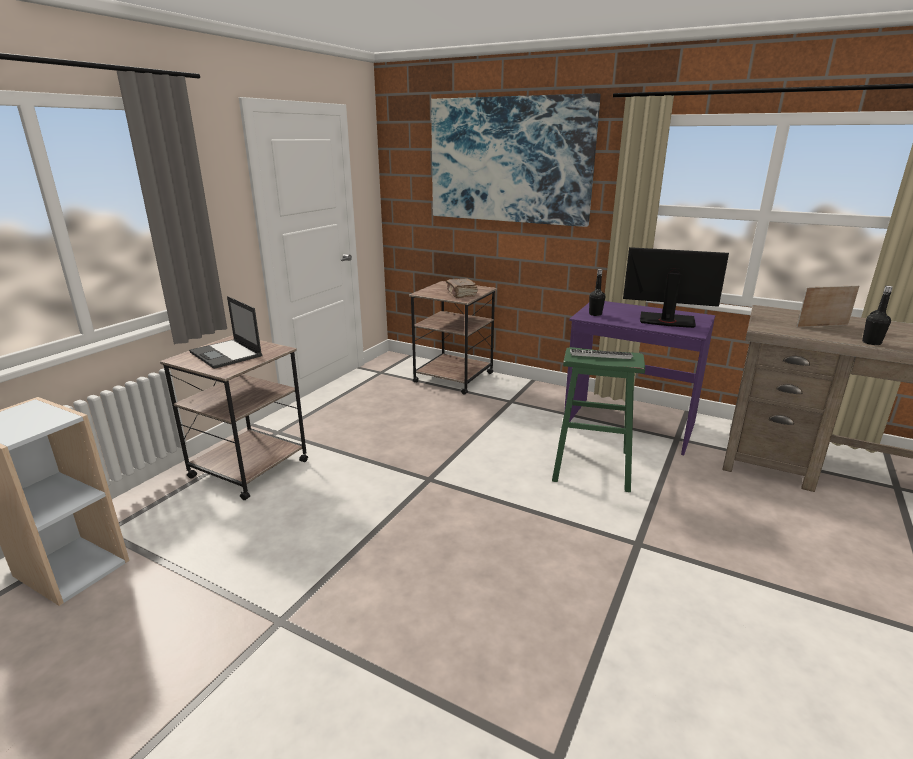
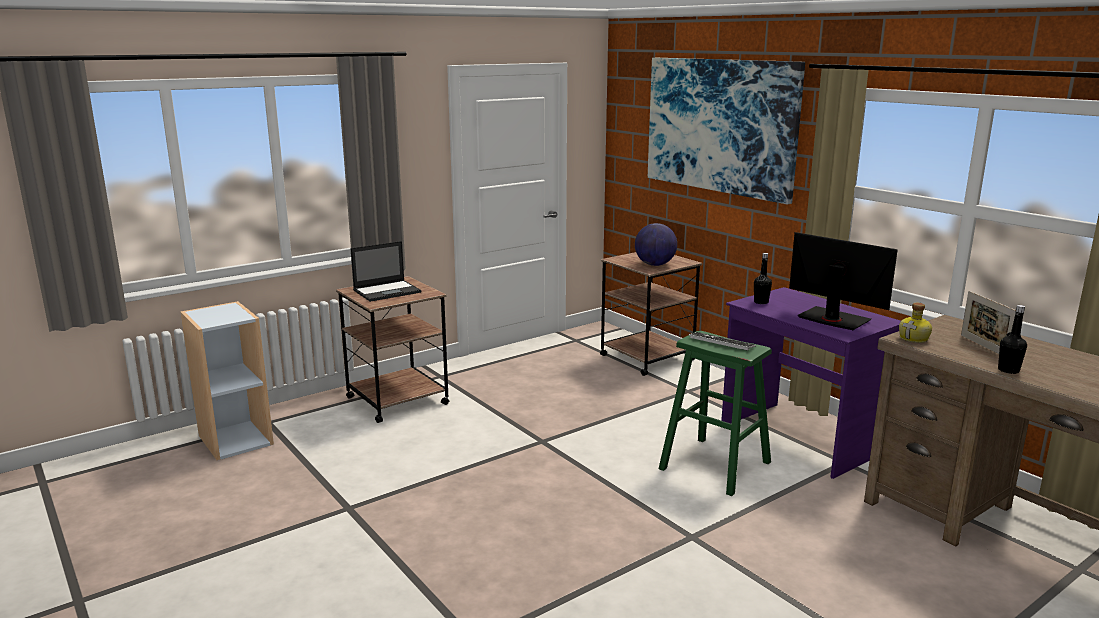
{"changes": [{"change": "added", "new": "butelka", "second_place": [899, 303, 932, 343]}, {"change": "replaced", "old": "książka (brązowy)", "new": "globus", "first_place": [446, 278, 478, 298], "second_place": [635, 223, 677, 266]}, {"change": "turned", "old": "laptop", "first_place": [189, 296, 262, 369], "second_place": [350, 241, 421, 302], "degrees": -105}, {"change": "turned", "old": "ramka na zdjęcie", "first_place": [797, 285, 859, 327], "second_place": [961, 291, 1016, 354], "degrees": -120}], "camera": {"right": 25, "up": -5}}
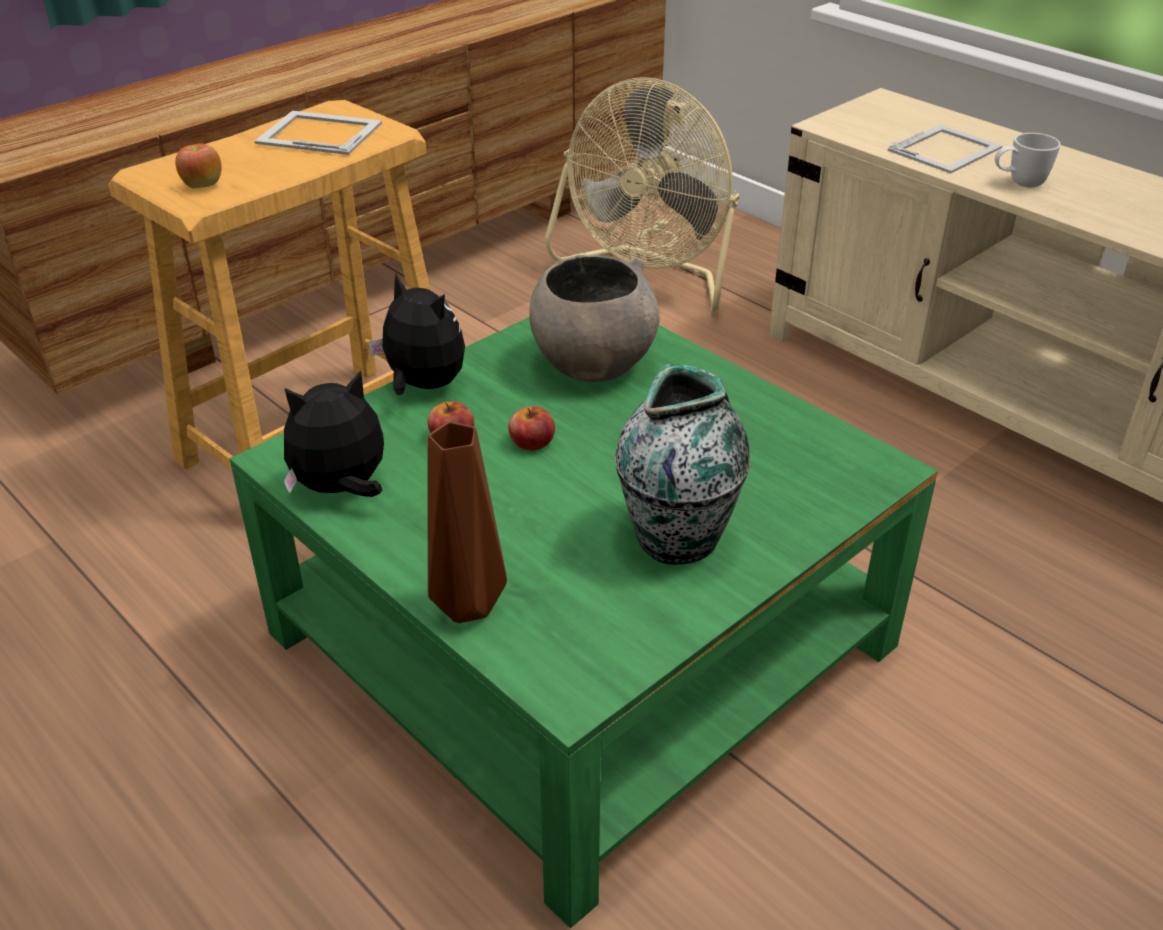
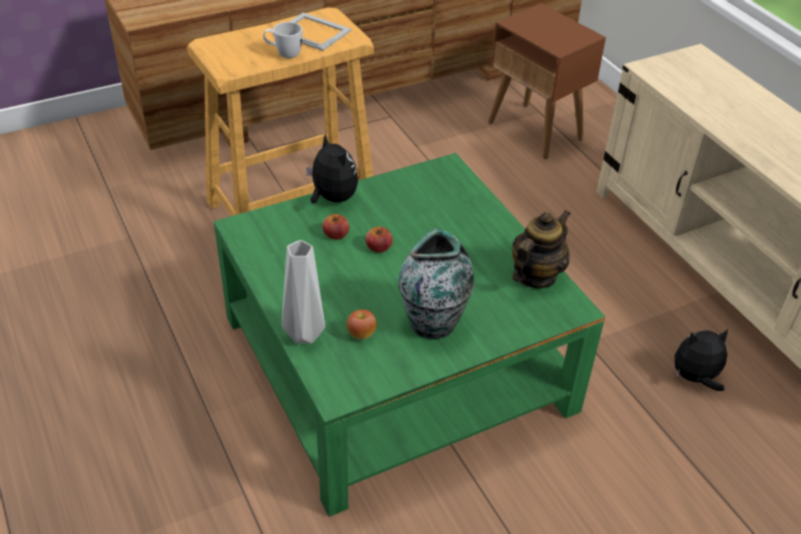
{"changes": [{"change": "removed", "old": "miska (szary)", "first_place": [529, 255, 660, 382]}, {"change": "removed", "old": "ramka na zdjęcie", "first_place": [888, 125, 1002, 174]}, {"change": "added", "new": "imbryk", "second_place": [512, 210, 571, 288]}, {"change": "moved", "old": "jabłko", "first_place": [175, 144, 222, 189], "second_place": [347, 309, 377, 340]}, {"change": "moved", "old": "pluszak", "first_place": [283, 370, 384, 497], "second_place": [674, 329, 728, 391]}, {"change": "moved", "old": "kubek (biały)", "first_place": [995, 133, 1061, 187], "second_place": [263, 22, 302, 58]}, {"change": "replaced", "old": "wentylator (beżowy)", "new": "stolik (brązowy)", "first_place": [545, 78, 740, 318], "second_place": [488, 3, 606, 159]}, {"change": "recoloured", "old": "wazon (brązowy)", "new": "wazon (szary)", "first_place": [428, 422, 507, 623], "second_place": [282, 240, 325, 344]}], "camera": {"right": 15, "up": 5}}
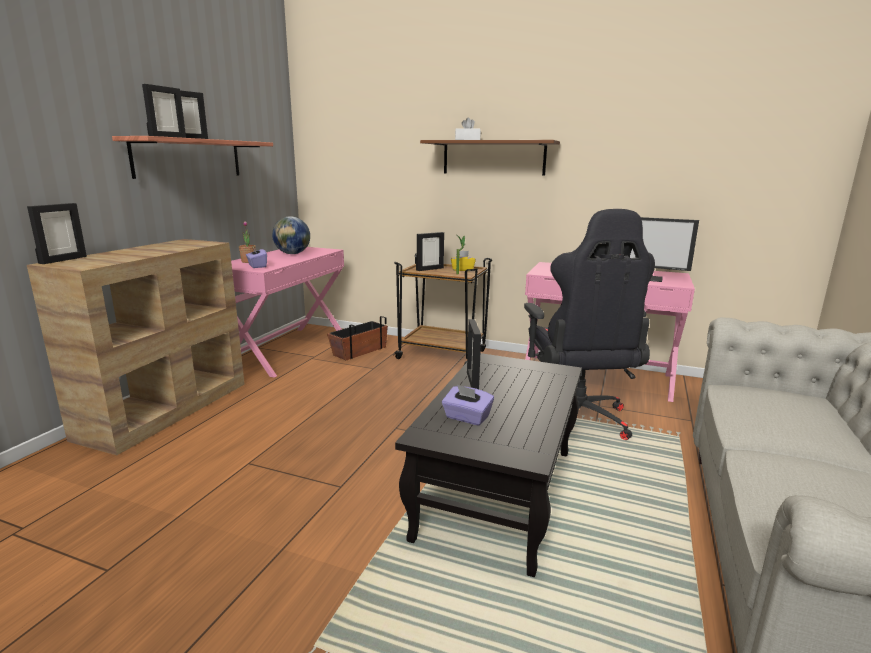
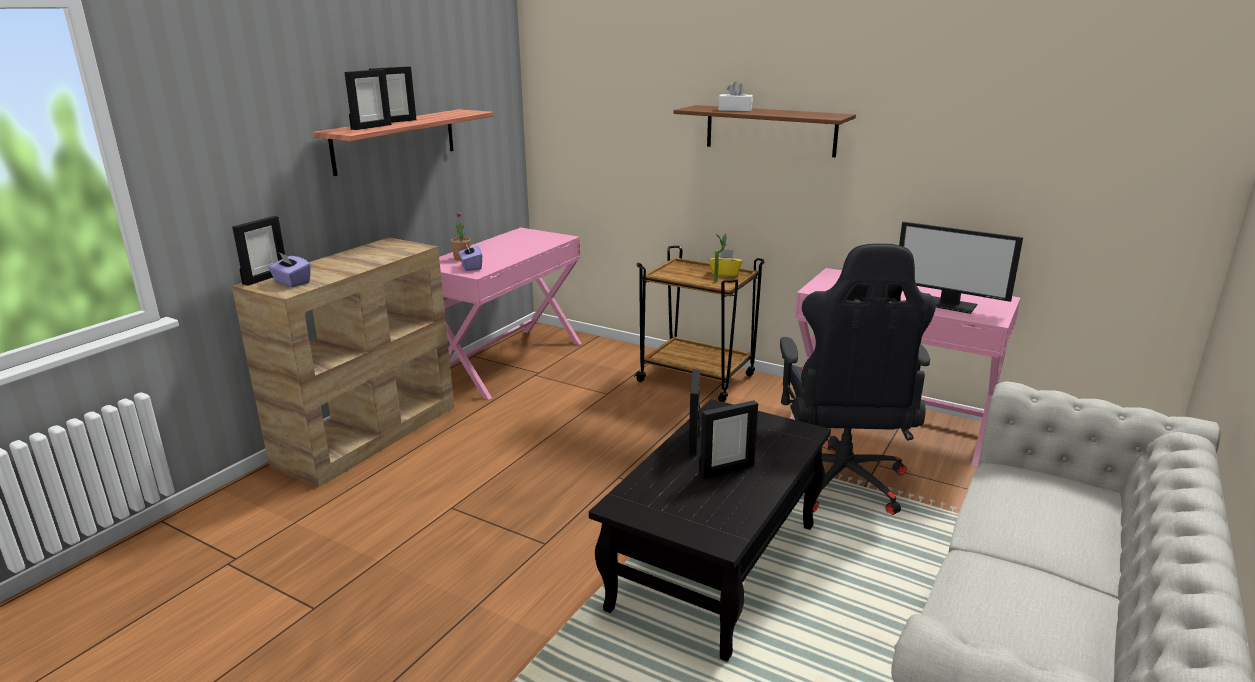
{"changes": [{"change": "removed", "old": "globus", "first_place": [272, 216, 310, 254]}, {"change": "removed", "old": "donica", "first_place": [327, 316, 388, 360]}, {"change": "moved", "old": "ramka na zdjęcie", "first_place": [416, 232, 444, 271], "second_place": [699, 400, 758, 478]}, {"change": "moved", "old": "pudełko chusteczek (fioletowy)", "first_place": [442, 385, 494, 426], "second_place": [268, 252, 311, 287]}], "camera": {"right": 10, "up": 5}}
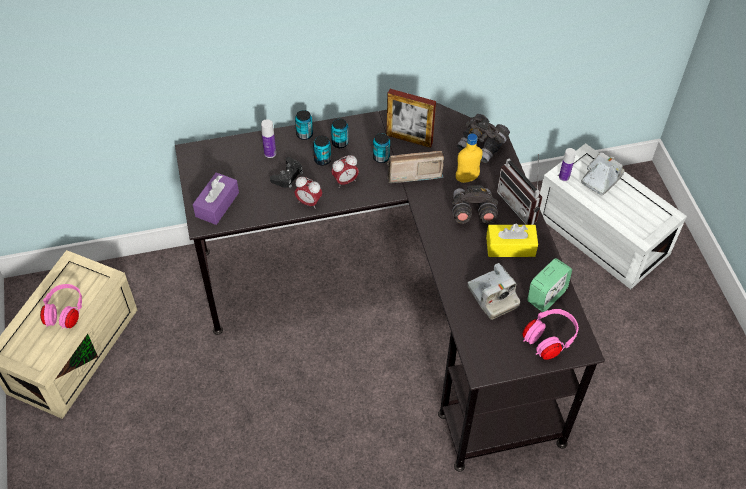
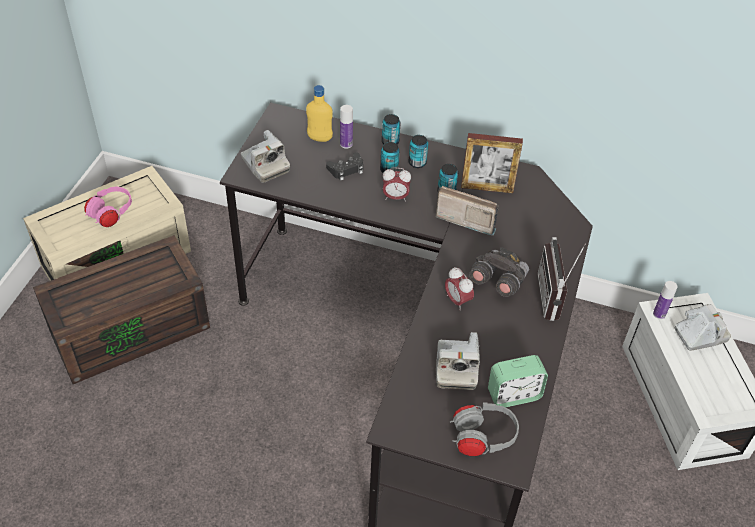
{"changes": [{"change": "removed", "old": "lornetka (szary)", "first_place": [457, 114, 510, 163]}, {"change": "removed", "old": "pudełko chusteczek (żółty)", "first_place": [486, 224, 538, 257]}, {"change": "added", "new": "pojemnik do przechowywania (brązowy)", "second_place": [33, 235, 210, 384]}, {"change": "moved", "old": "budzik", "first_place": [294, 177, 322, 209], "second_place": [445, 267, 474, 310]}, {"change": "moved", "old": "butelka (żółty)", "first_place": [456, 133, 483, 183], "second_place": [306, 85, 333, 142]}, {"change": "replaced", "old": "pudełko chusteczek (fioletowy)", "new": "aparat fotograficzny", "first_place": [193, 172, 239, 225], "second_place": [241, 130, 290, 183]}, {"change": "recoloured", "old": "słuchawki (różowy)", "new": "słuchawki (szary)", "first_place": [522, 309, 579, 360], "second_place": [450, 402, 519, 456]}, {"change": "turned", "old": "ramka na zdjęcie", "first_place": [386, 89, 436, 148], "second_place": [461, 133, 523, 194], "degrees": -45}], "camera": {"right": 30, "up": -5}}
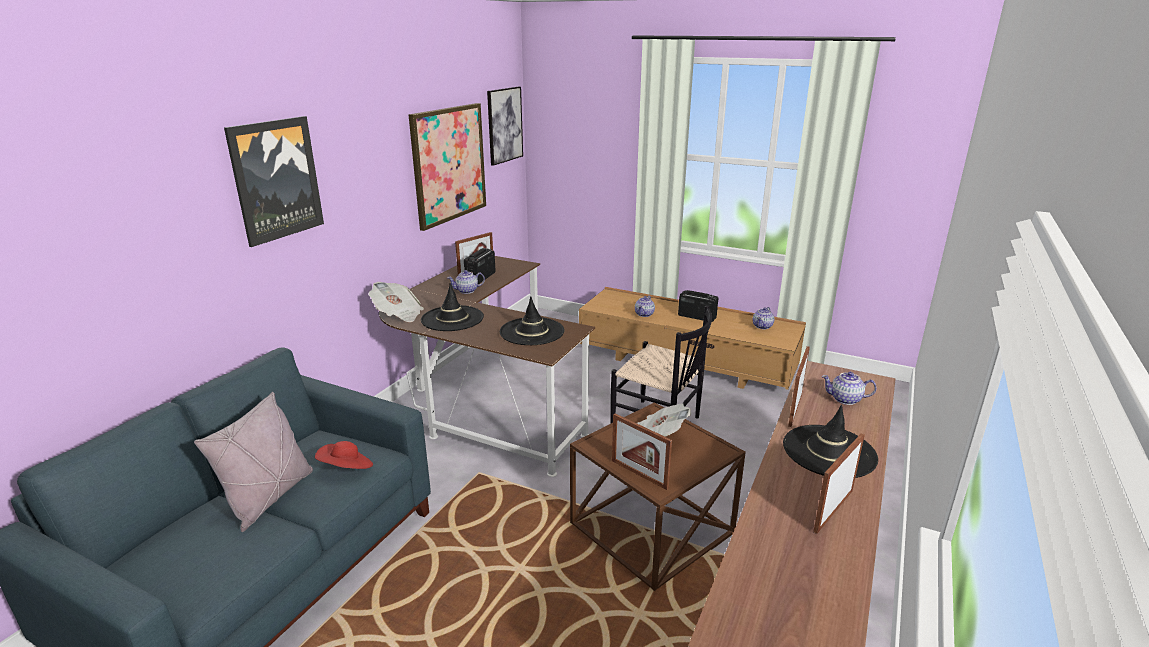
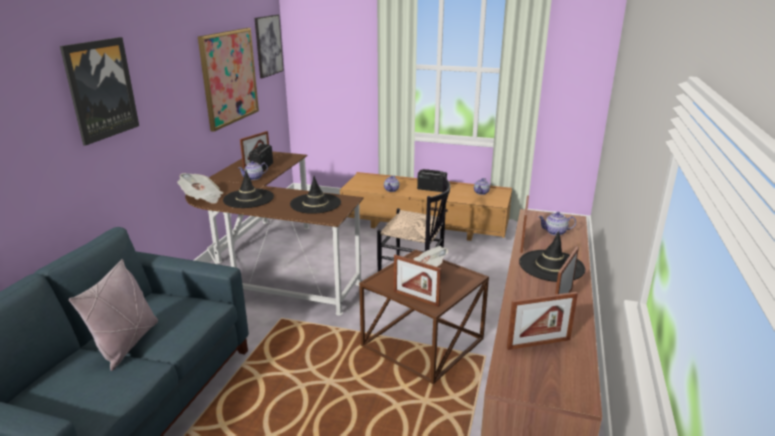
{"changes": [{"change": "removed", "old": "kapelusz (czerwony)", "first_place": [315, 441, 373, 469]}, {"change": "added", "new": "ramka na zdjęcie", "second_place": [507, 292, 578, 350]}], "camera": {"right": -10, "up": 0}}
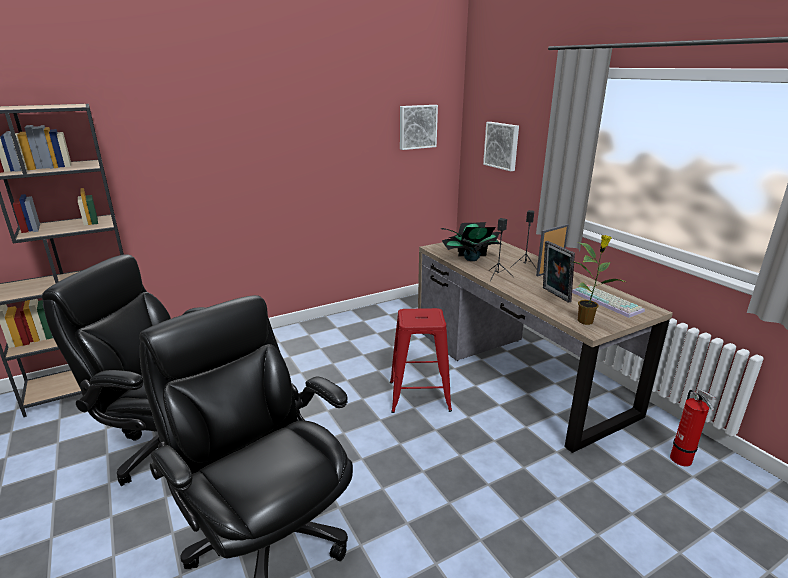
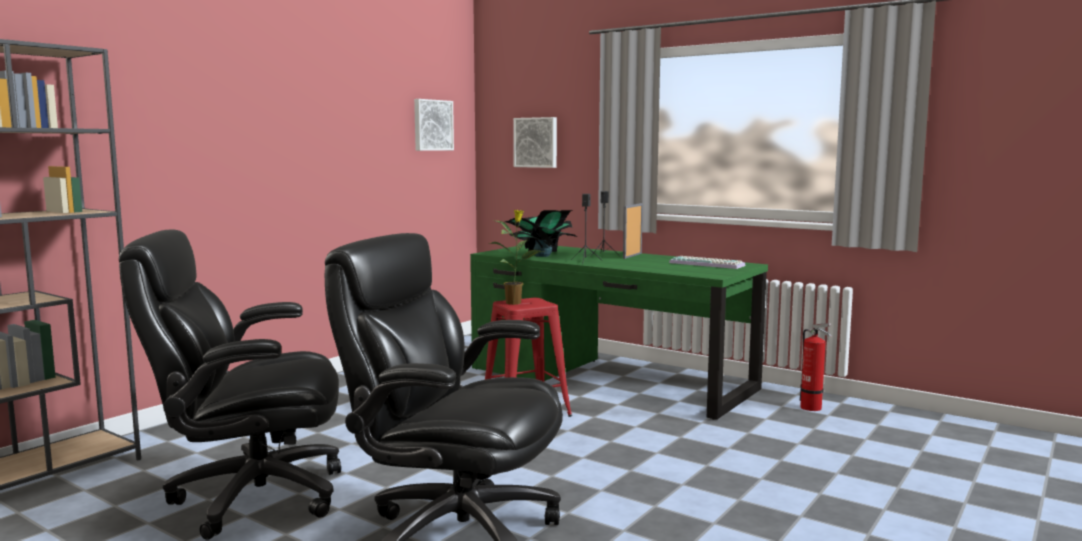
{"changes": [{"change": "removed", "old": "ramka na zdjęcie", "first_place": [543, 241, 575, 303]}, {"change": "moved", "old": "roślina doniczkowa", "first_place": [573, 235, 625, 325], "second_place": [489, 210, 543, 305]}, {"change": "recoloured", "old": "biurko (brązowy)", "new": "biurko (zielony)", "first_place": [418, 239, 673, 453], "second_place": [470, 245, 768, 420]}], "camera": {"right": -25, "up": -15}}
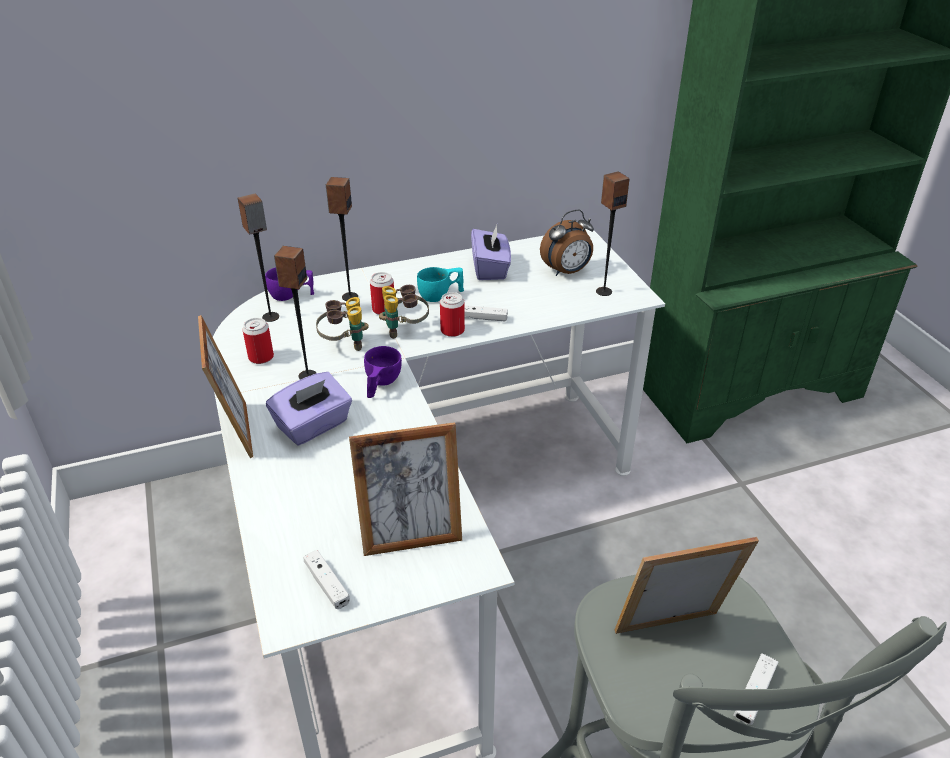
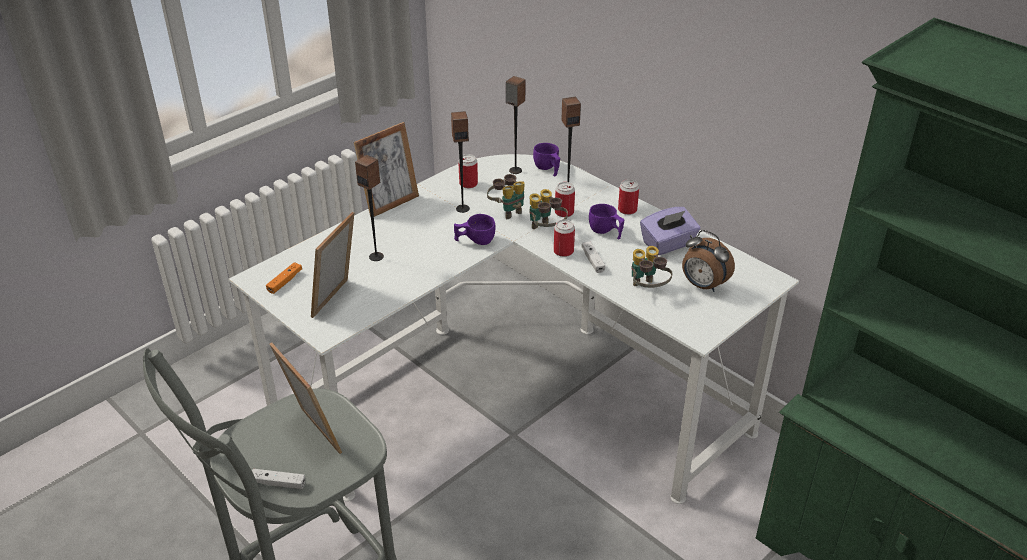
{"changes": [{"change": "removed", "old": "pudełko chusteczek (fioletowy)", "first_place": [266, 372, 352, 445]}, {"change": "added", "new": "puszka", "second_place": [618, 179, 639, 215]}, {"change": "added", "new": "lornetka", "second_place": [632, 246, 672, 288]}, {"change": "moved", "old": "głośnik", "first_place": [596, 171, 630, 296], "second_place": [355, 155, 384, 261]}, {"change": "recoloured", "old": "pad do gier (biały)", "new": "pad do gier (pomarańczowy)", "first_place": [303, 550, 350, 609], "second_place": [266, 262, 302, 294]}, {"change": "recoloured", "old": "filiżanka (turkusowy)", "new": "filiżanka (fioletowy)", "first_place": [417, 267, 464, 302], "second_place": [589, 204, 624, 240]}, {"change": "turned", "old": "ramka na zdjęcie", "first_place": [349, 422, 462, 556], "second_place": [311, 212, 354, 318], "degrees": 60}], "camera": {"right": 65, "up": 0}}
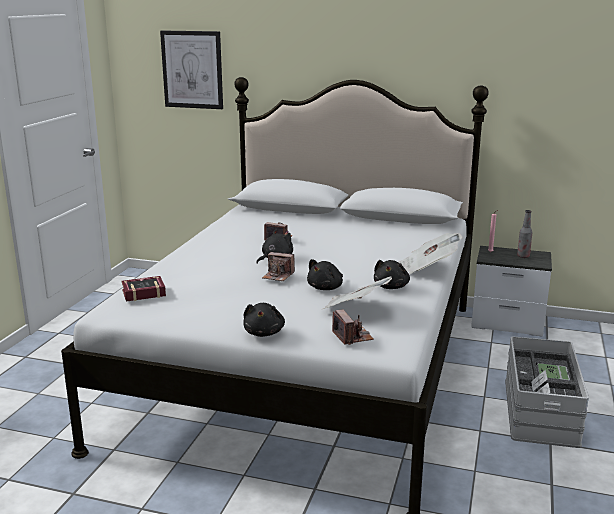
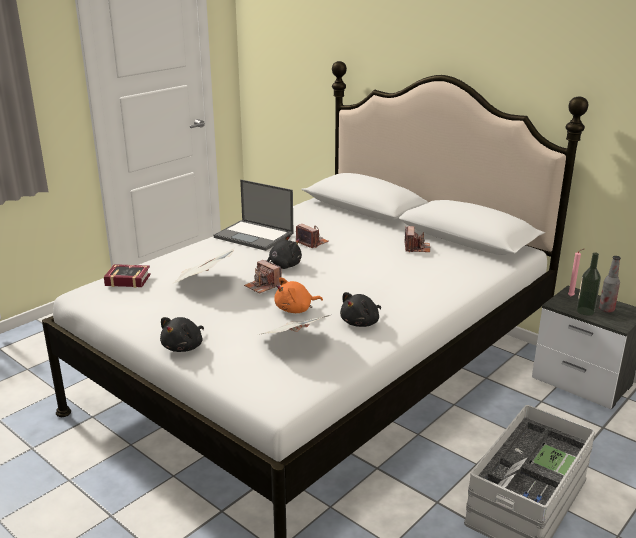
{"changes": [{"change": "removed", "old": "obraz", "first_place": [160, 30, 223, 109]}, {"change": "added", "new": "laptop", "second_place": [214, 180, 294, 251]}, {"change": "added", "new": "butelka", "second_place": [576, 252, 601, 316]}, {"change": "moved", "old": "aparat fotograficzny", "first_place": [332, 310, 374, 345], "second_place": [405, 226, 431, 252]}, {"change": "moved", "old": "gazeta", "first_place": [398, 233, 463, 274], "second_place": [172, 248, 234, 284]}, {"change": "recoloured", "old": "pluszak (czarny)", "new": "pluszak (pomarańczowy)", "first_place": [307, 259, 343, 290], "second_place": [274, 277, 323, 313]}], "camera": {"right": 25, "up": 5}}
